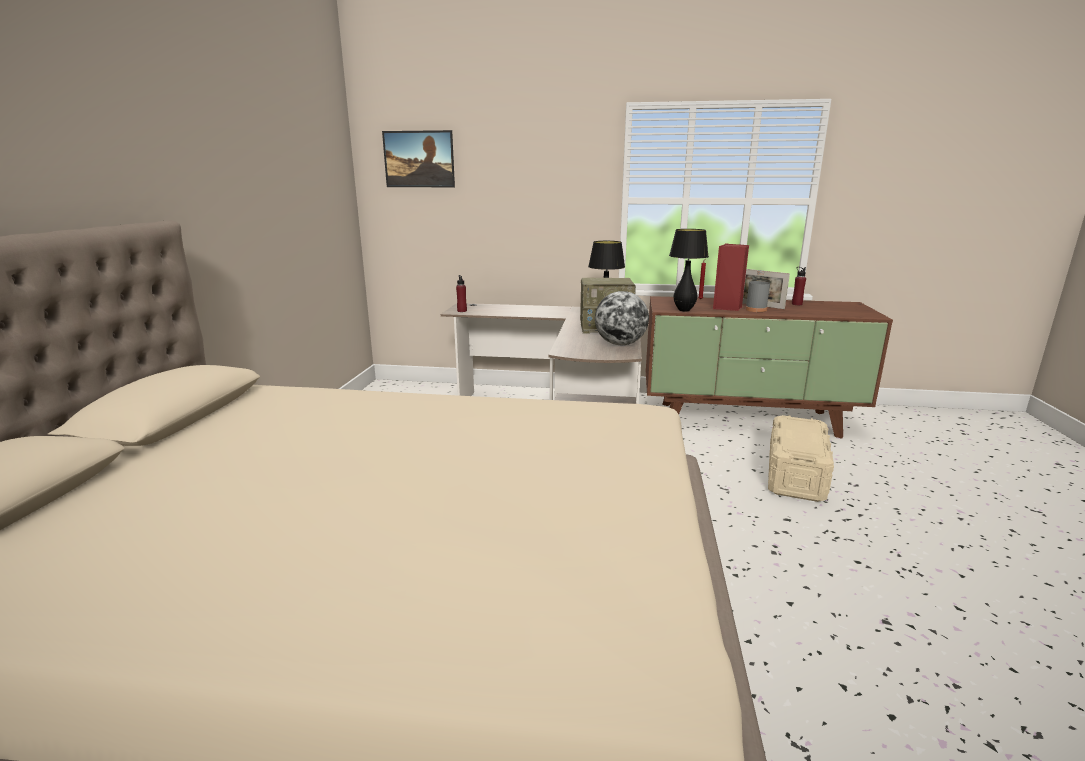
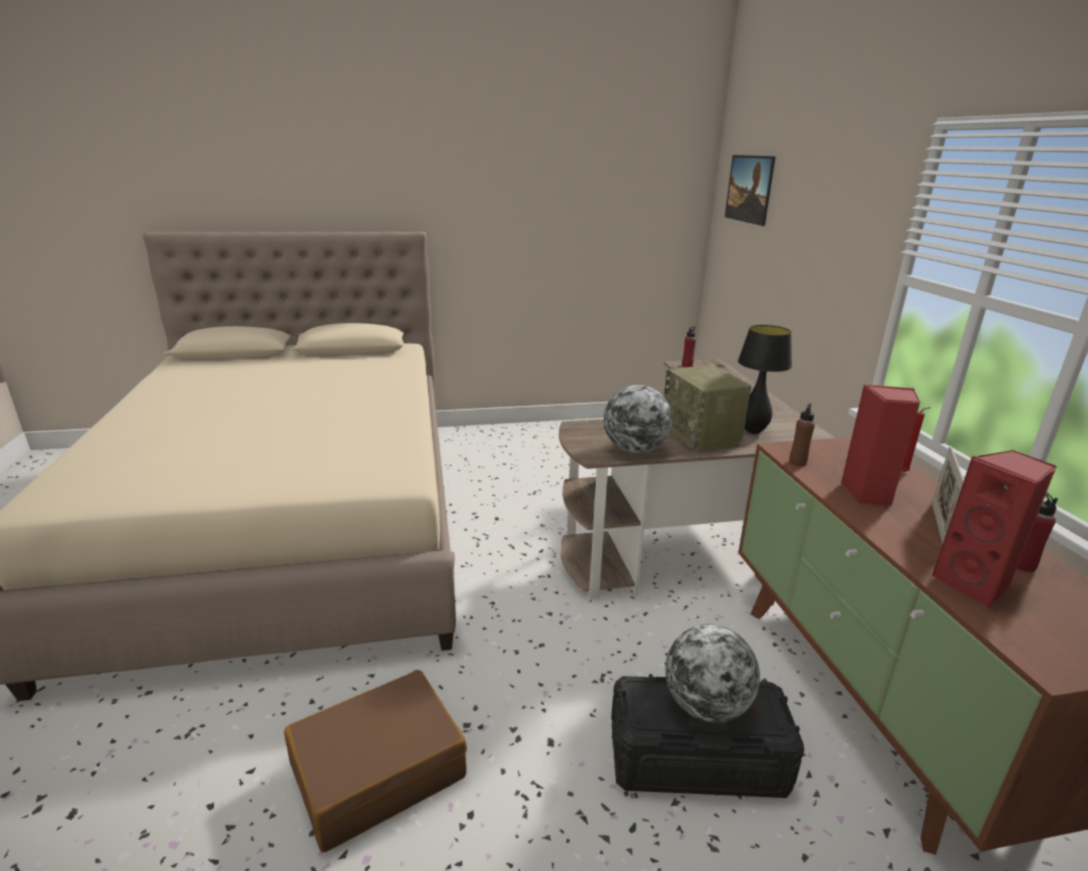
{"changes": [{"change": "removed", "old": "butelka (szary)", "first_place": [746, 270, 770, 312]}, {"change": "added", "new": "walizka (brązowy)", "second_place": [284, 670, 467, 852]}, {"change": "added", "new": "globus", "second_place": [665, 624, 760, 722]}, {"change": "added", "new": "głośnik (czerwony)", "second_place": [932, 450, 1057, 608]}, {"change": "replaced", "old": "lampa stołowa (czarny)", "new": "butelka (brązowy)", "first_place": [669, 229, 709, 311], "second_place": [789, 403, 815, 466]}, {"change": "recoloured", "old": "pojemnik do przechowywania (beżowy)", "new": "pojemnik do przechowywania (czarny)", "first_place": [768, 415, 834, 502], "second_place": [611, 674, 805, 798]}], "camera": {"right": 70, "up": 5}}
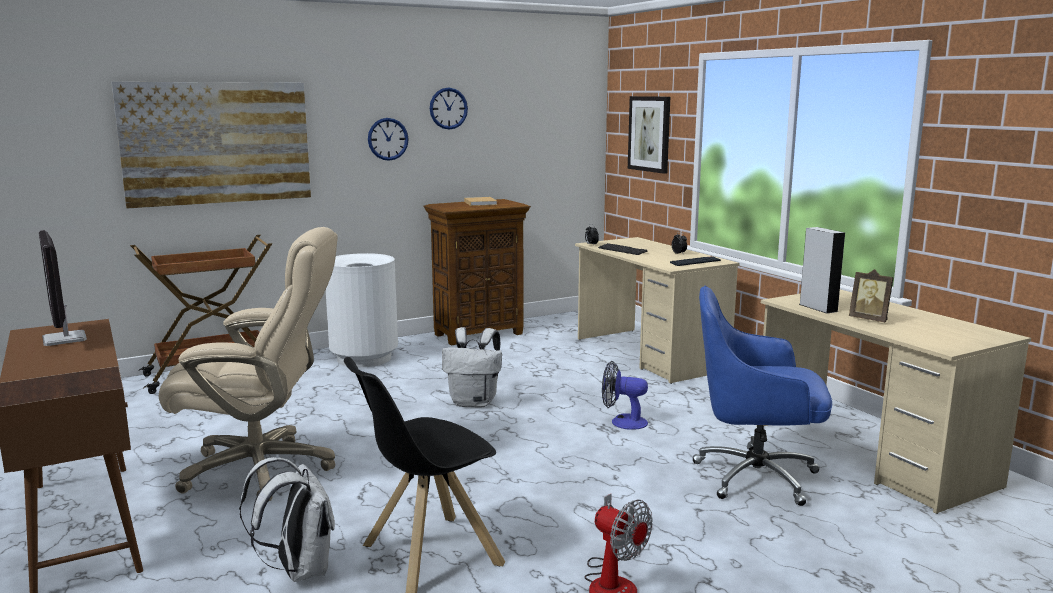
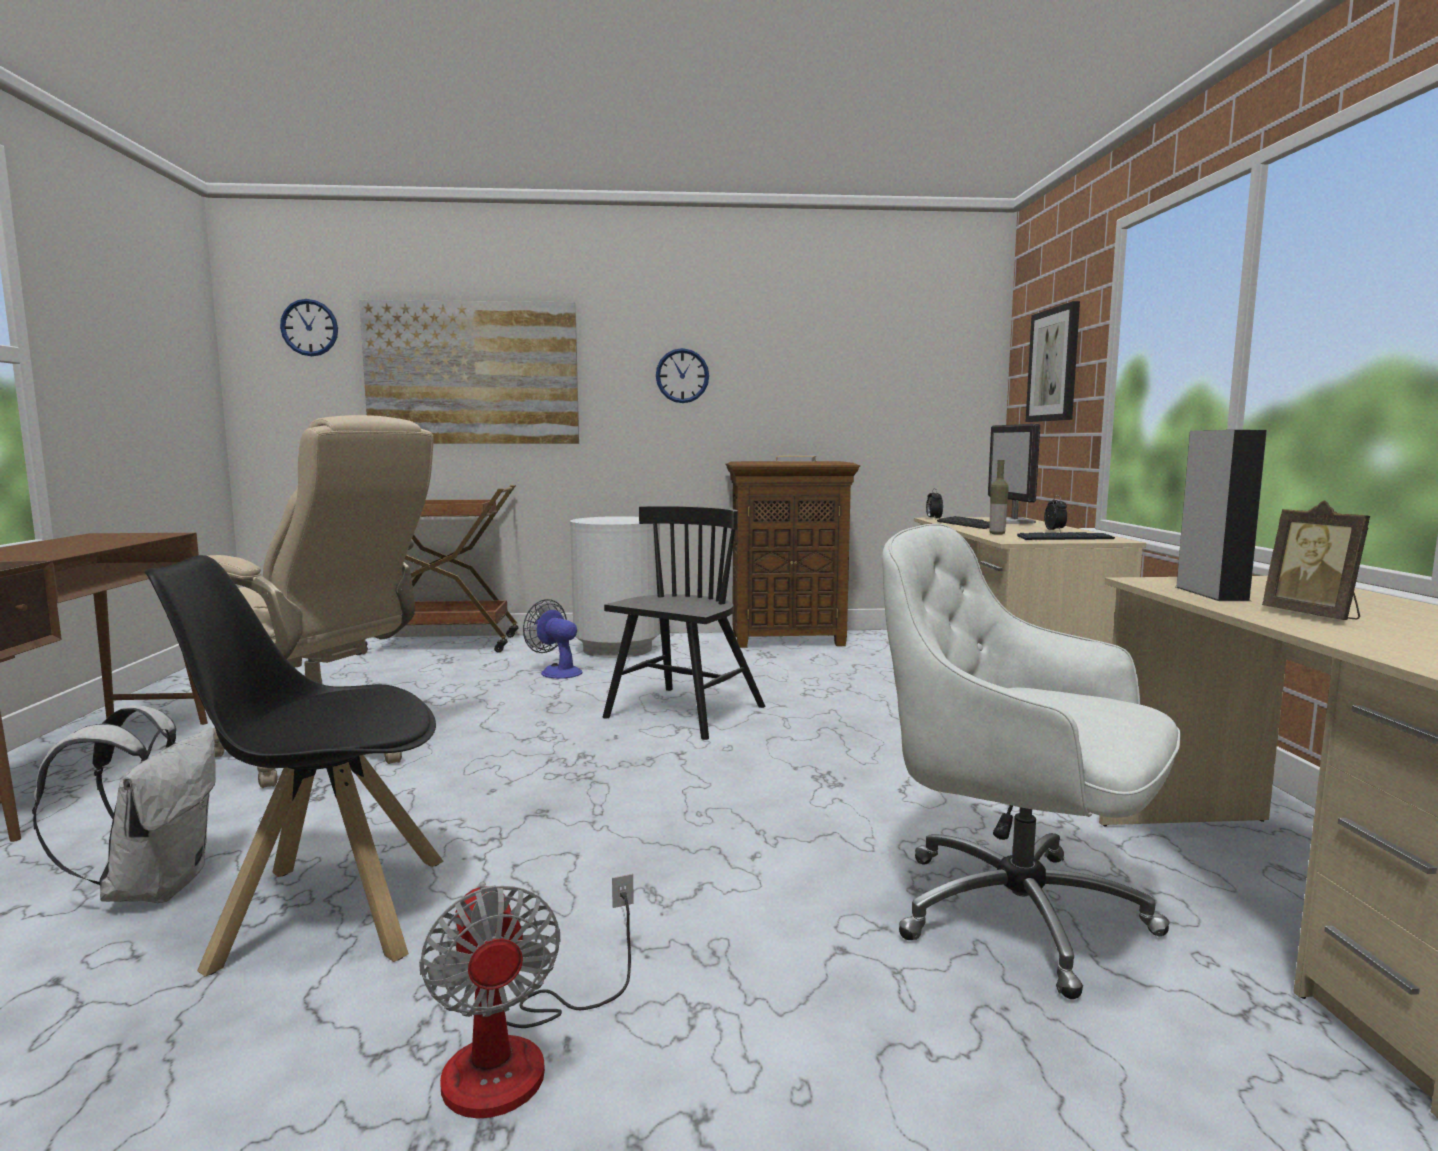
{"changes": [{"change": "added", "new": "butelka", "second_place": [989, 460, 1009, 535]}, {"change": "moved", "old": "monitor", "first_place": [39, 230, 87, 346], "second_place": [988, 424, 1040, 524]}, {"change": "moved", "old": "zegar ścienny", "first_place": [430, 88, 468, 130], "second_place": [280, 299, 338, 356]}, {"change": "moved", "old": "wentylator", "first_place": [602, 361, 648, 430], "second_place": [523, 599, 582, 679]}, {"change": "replaced", "old": "plecak (biały)", "new": "krzesło (czarny)", "first_place": [442, 327, 502, 407], "second_place": [603, 506, 765, 740]}, {"change": "recoloured", "old": "krzesło biurowe (niebieski)", "new": "krzesło biurowe (biały)", "first_place": [693, 286, 832, 506], "second_place": [882, 524, 1181, 999]}], "camera": {"right": 25, "up": -5}}
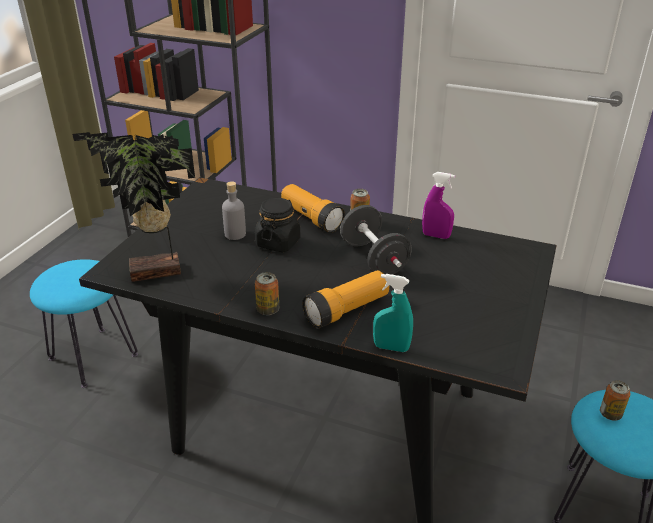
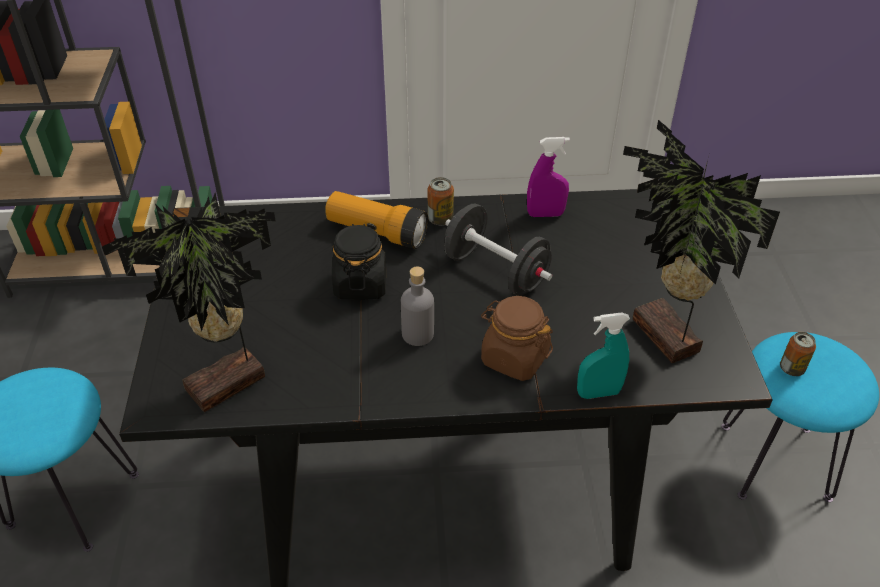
{"changes": [{"change": "removed", "old": "puszka", "first_place": [255, 272, 279, 315]}, {"change": "added", "new": "roślina doniczkowa", "second_place": [623, 120, 780, 363]}, {"change": "moved", "old": "butelka (szary)", "first_place": [222, 181, 246, 240], "second_place": [401, 267, 434, 346]}, {"change": "replaced", "old": "latarka", "new": "słoik (brązowy)", "first_place": [303, 270, 389, 328], "second_place": [481, 296, 553, 381]}], "camera": {"right": -25, "up": 10}}
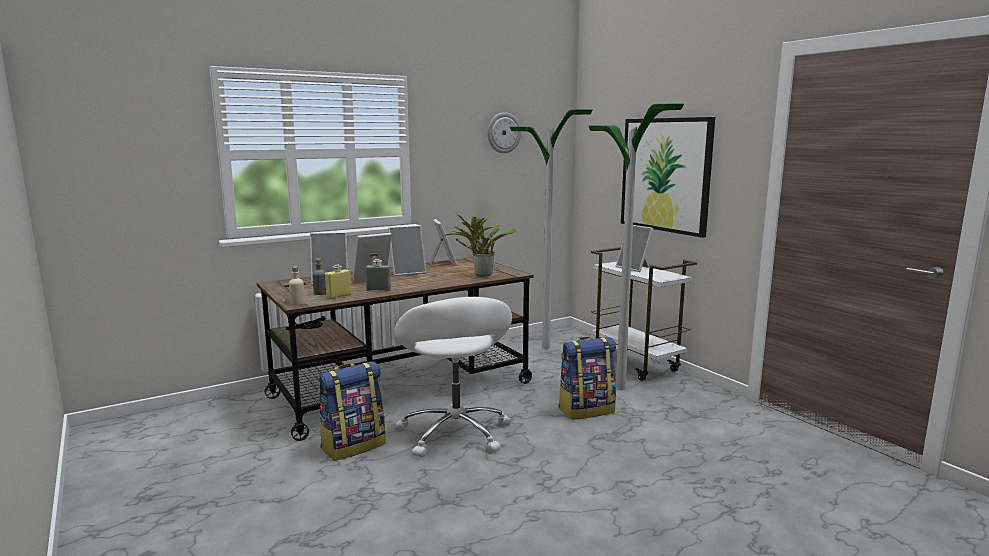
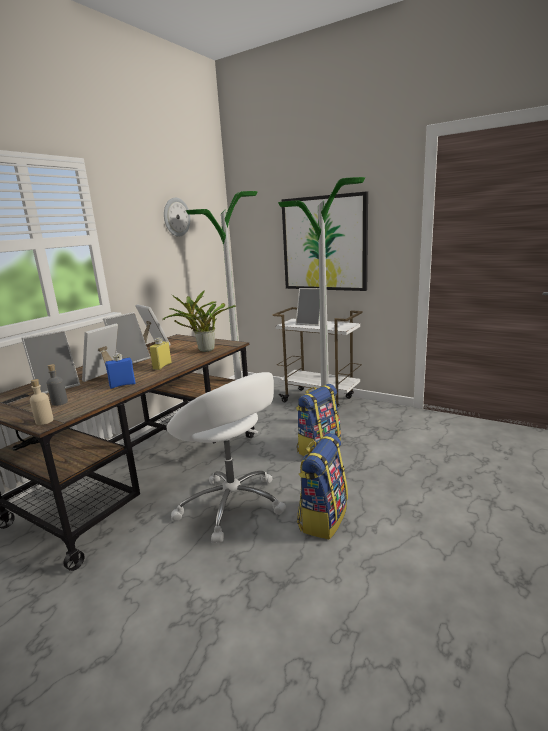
{"changes": [{"change": "moved", "old": "plecak", "first_place": [318, 361, 385, 461], "second_place": [297, 433, 348, 540]}, {"change": "moved", "old": "butelka (żółty)", "first_place": [325, 265, 351, 299], "second_place": [149, 337, 172, 370]}, {"change": "recoloured", "old": "butelka (szary)", "new": "butelka (niebieski)", "first_place": [365, 259, 391, 291], "second_place": [105, 353, 136, 389]}], "camera": {"right": -25, "up": 5}}
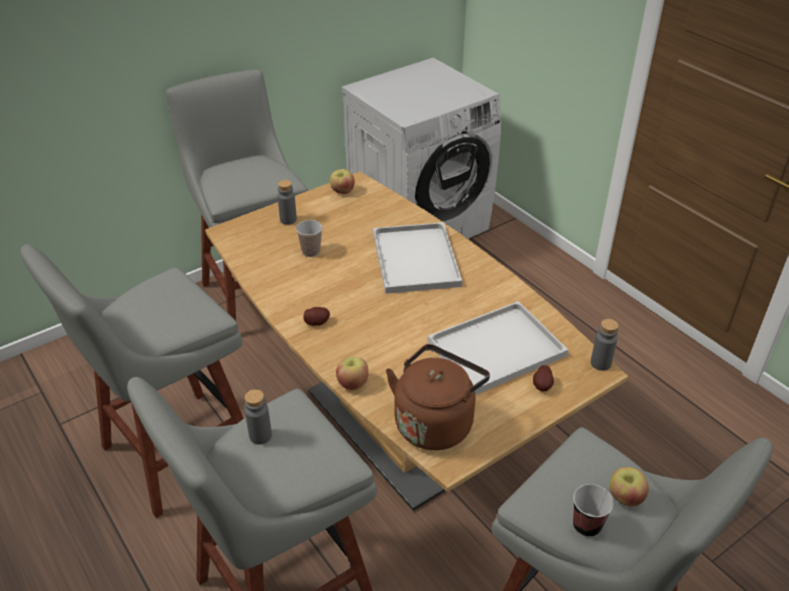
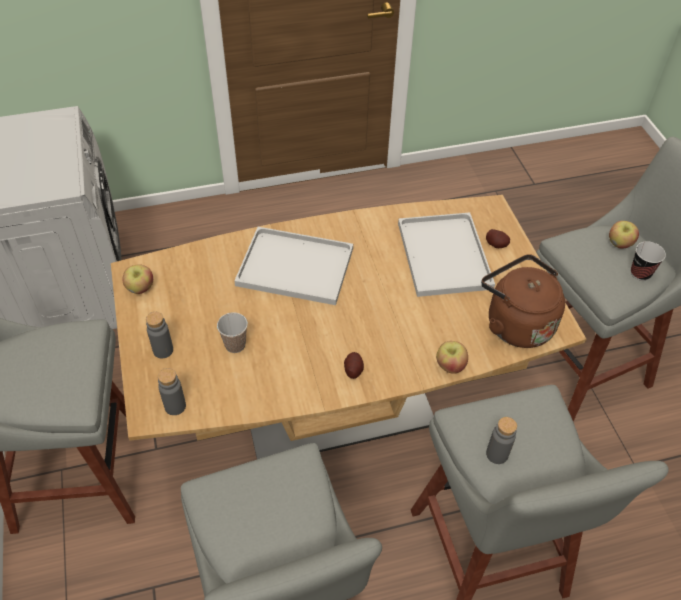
{"changes": [{"change": "moved", "old": "butelka (szary)", "first_place": [591, 319, 619, 371], "second_place": [158, 368, 186, 415]}], "camera": {"right": -70, "up": 10}}
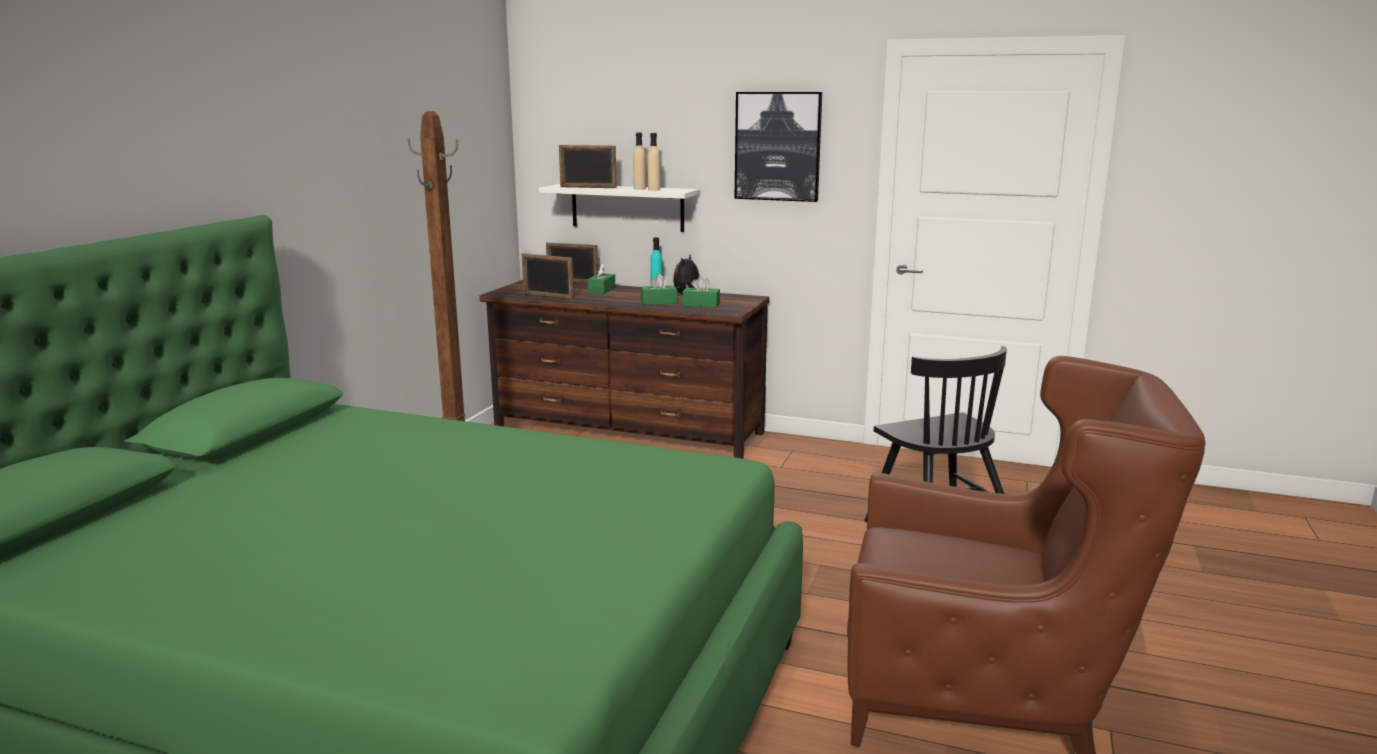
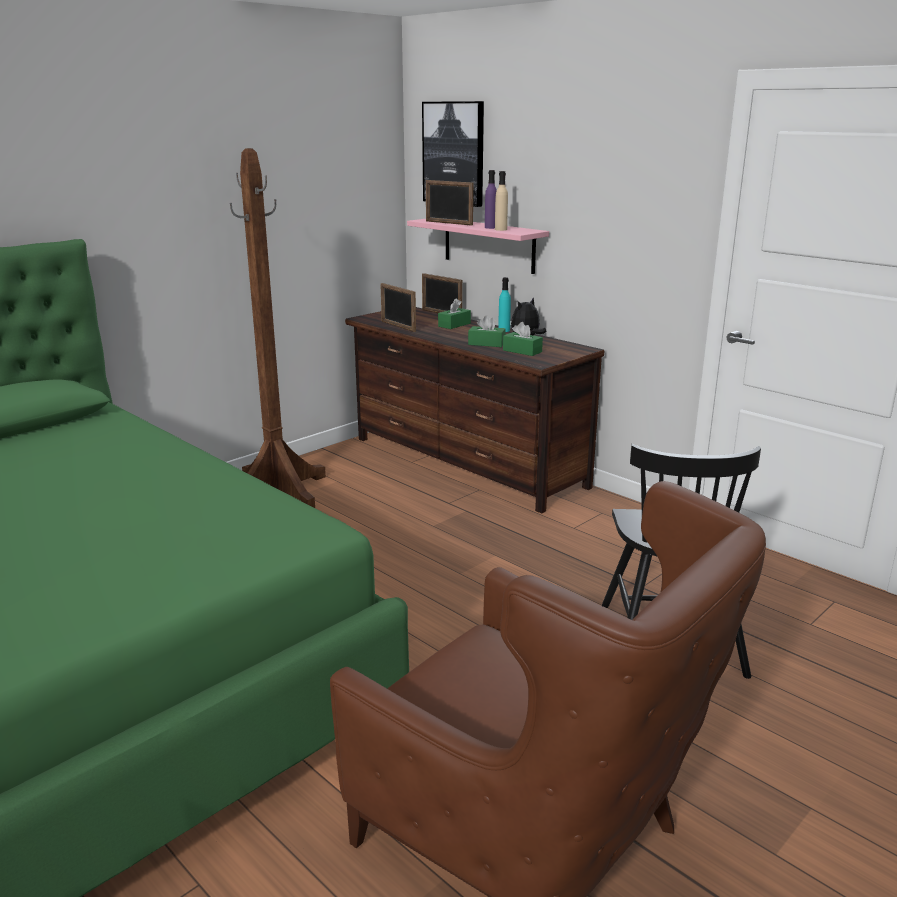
{"changes": [{"change": "moved", "old": "obraz", "first_place": [734, 92, 822, 202], "second_place": [422, 101, 484, 207]}, {"change": "recoloured", "old": "półka (biały)", "new": "półka (różowy)", "first_place": [539, 184, 699, 232], "second_place": [407, 219, 549, 274]}, {"change": "recoloured", "old": "butelka (beżowy)", "new": "butelka (fioletowy)", "first_place": [633, 133, 646, 190], "second_place": [485, 170, 497, 229]}], "camera": {"right": 25, "up": 5}}
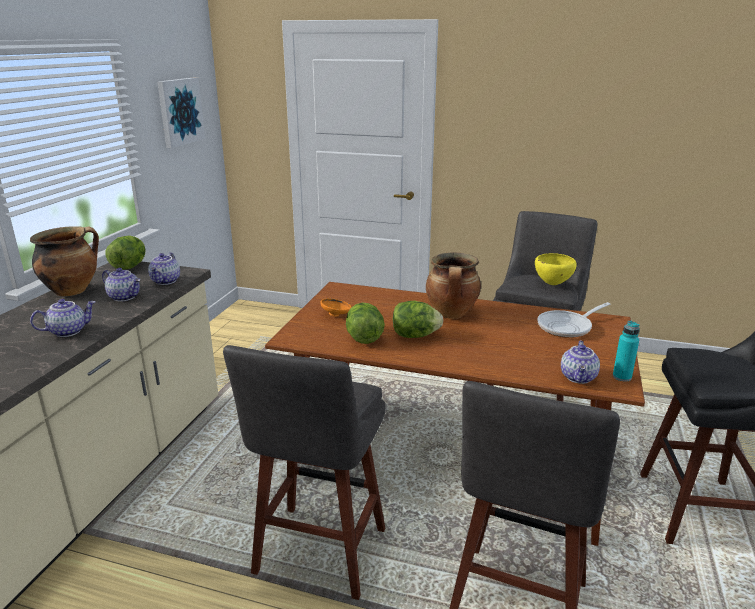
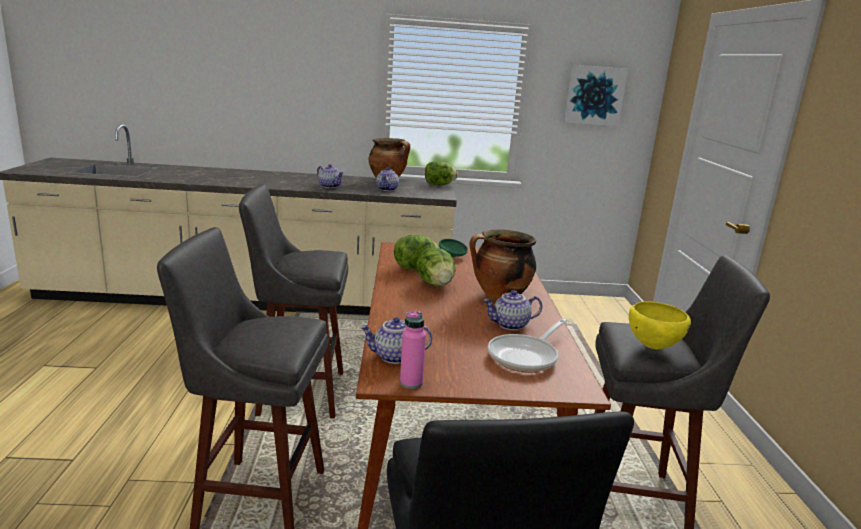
{"changes": [{"change": "moved", "old": "imbryk", "first_place": [148, 252, 180, 285], "second_place": [483, 290, 542, 330]}, {"change": "recoloured", "old": "miska (pomarańczowy)", "new": "miska (zielony)", "first_place": [320, 298, 351, 317], "second_place": [439, 239, 468, 257]}, {"change": "recoloured", "old": "butelka (turkusowy)", "new": "butelka (różowy)", "first_place": [613, 321, 640, 382], "second_place": [400, 311, 426, 389]}, {"change": "turned", "old": "patelnia", "first_place": [537, 302, 610, 338], "second_place": [488, 319, 567, 372], "degrees": -90}], "camera": {"right": 70, "up": -5}}
